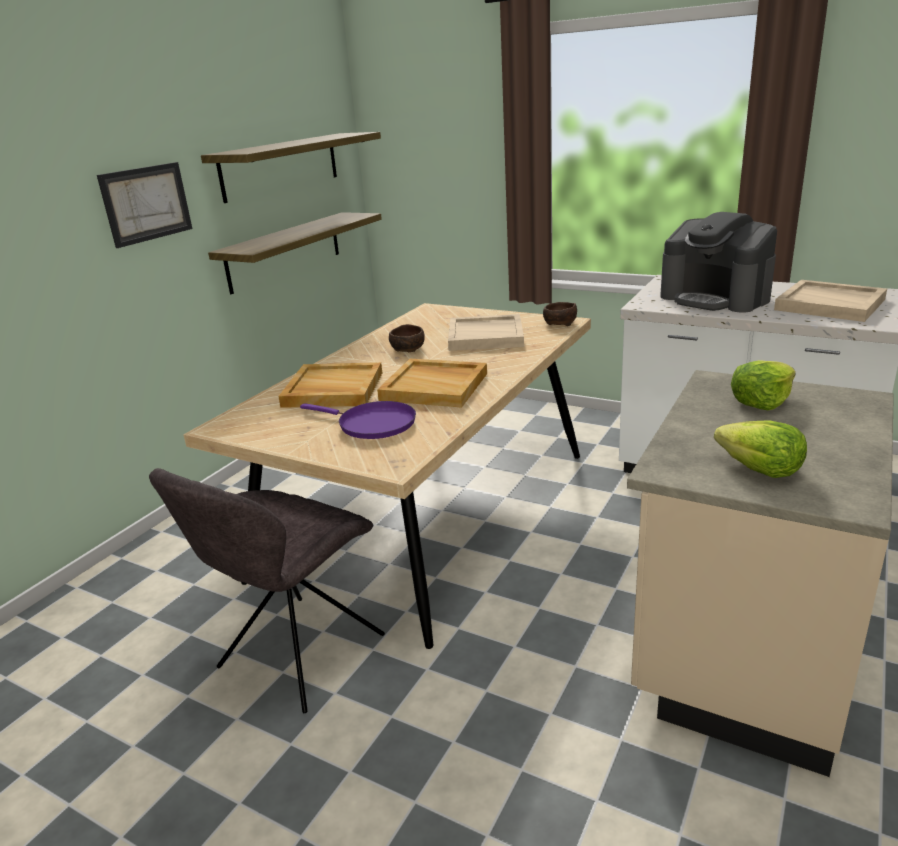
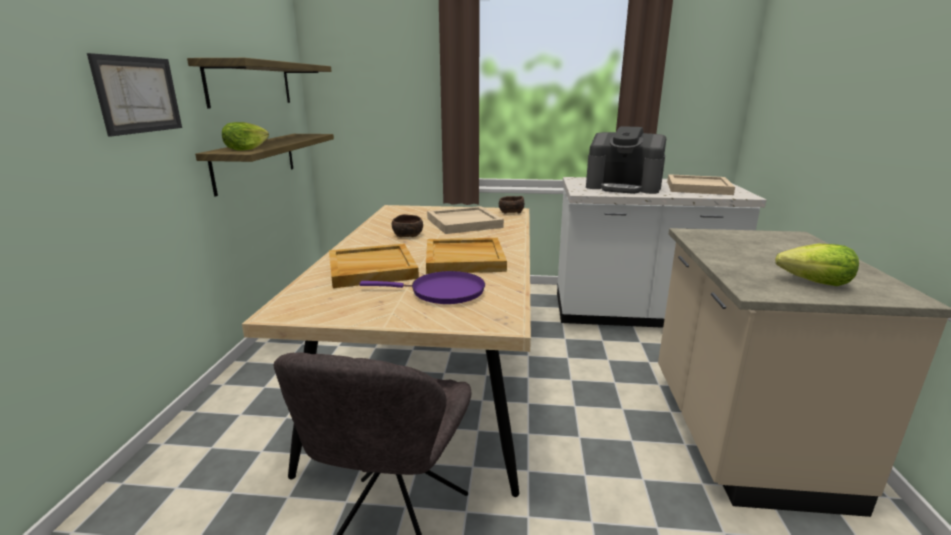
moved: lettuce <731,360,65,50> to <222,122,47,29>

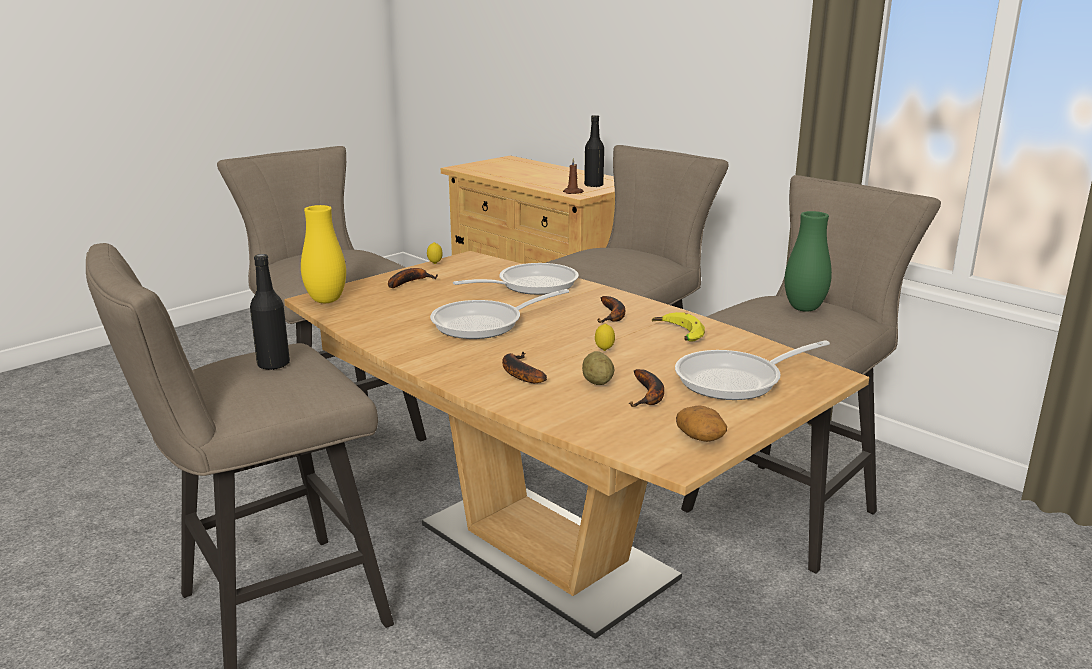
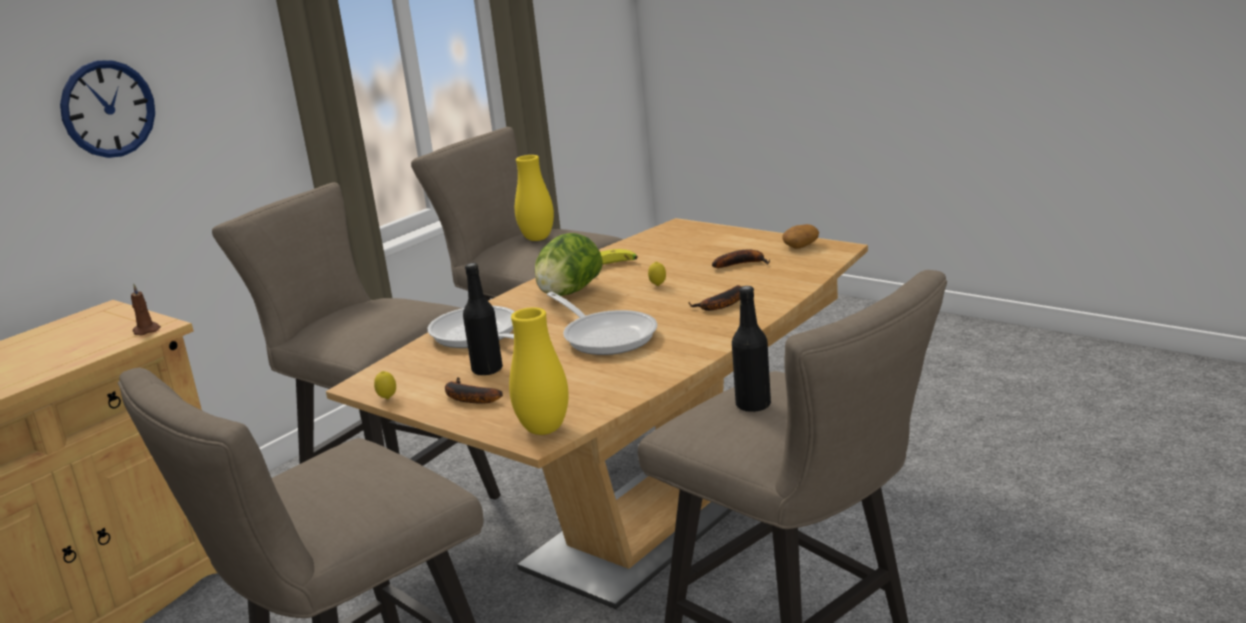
removed: frying pan <675,340,155,60>; potato <582,351,32,34>
added: wall clock <60,60,95,98>
moved: bottle/black <584,115,20,73> to <463,263,40,112>
replaced: banana <598,296,27,27> to lettuce <535,233,68,63>
recoloured: vase/green <784,211,48,101> to vase/yellow <515,155,39,86>

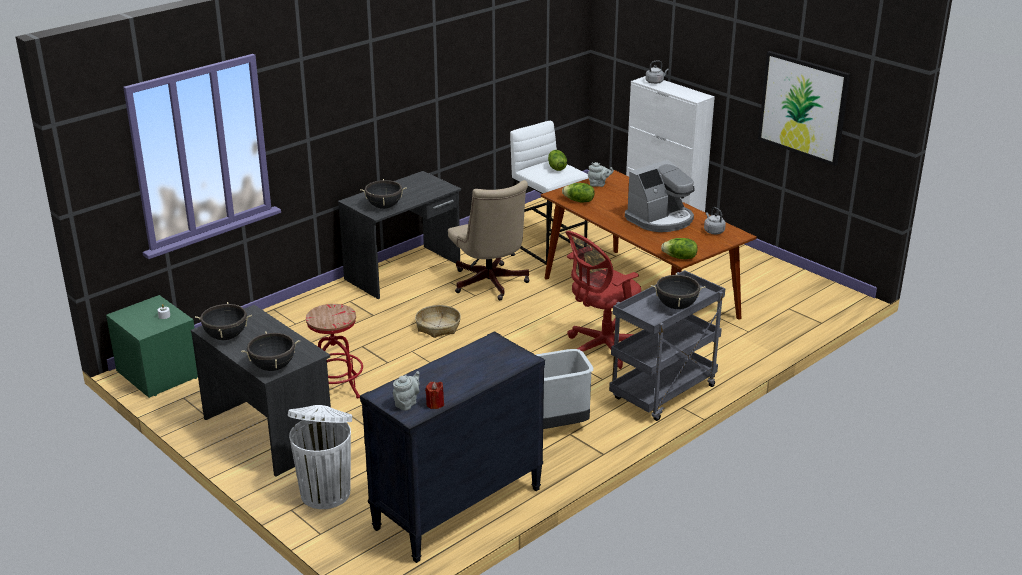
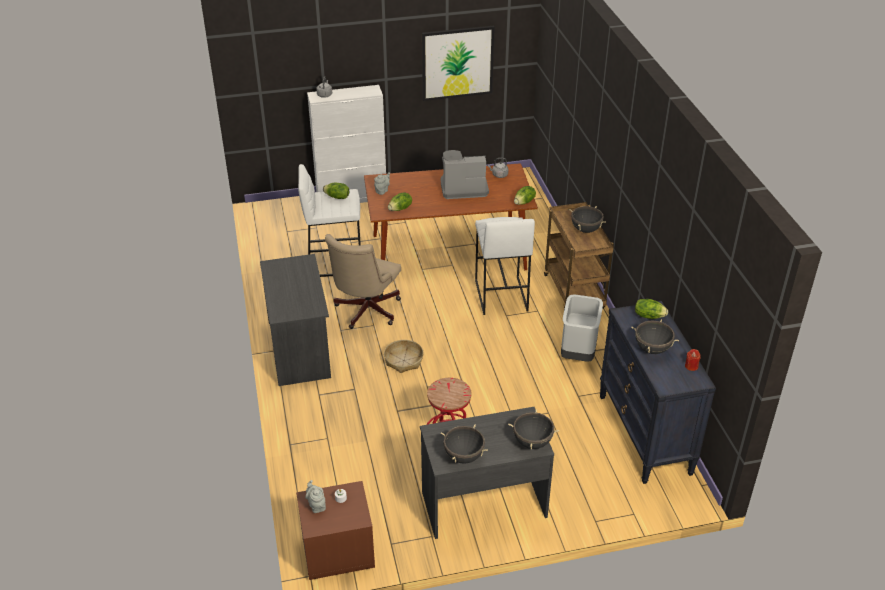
removed: trash can/white <288,405,64,104>
added: lettuce <635,299,33,20>
moved: cooking pot/black <360,179,47,30> to <631,319,48,35>; teapot/grey <393,371,27,40> to <305,480,21,33>
replaced: office chair/red <565,231,76,138> to stool/white <475,217,60,98>
recoloured: cart/grey <609,270,116,151> to cart/brown <544,202,70,107>; nightstand/green <106,295,92,103> to nightstand/brown <296,481,79,99>
turned: coffee machine <625,160,70,72> = <441,150,48,49> 90 degrees counterclockwise; office chair/beige <448,180,82,120> = <325,234,76,95> 105 degrees clockwise

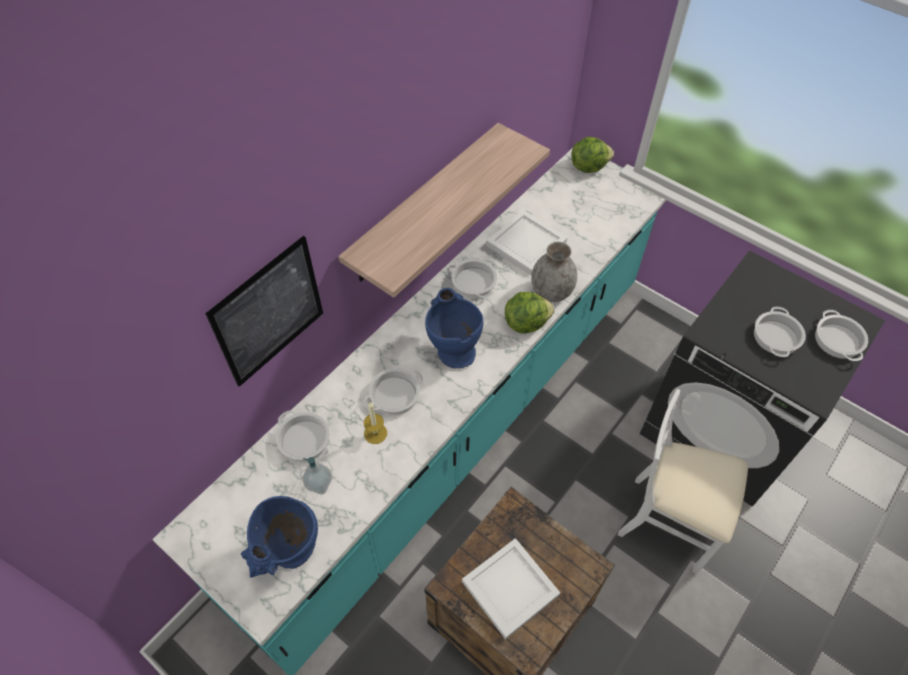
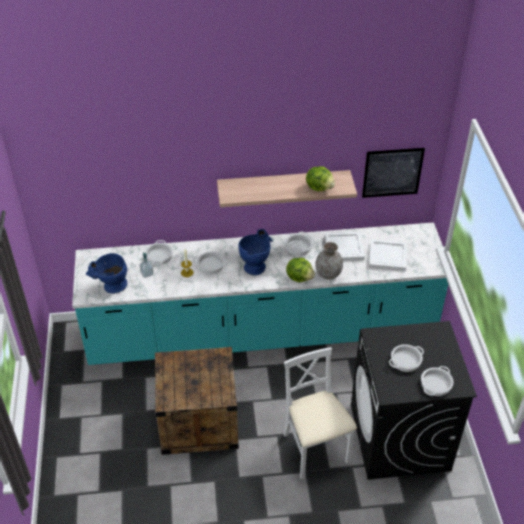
moved: lettuce <571,137,43,36> to <306,166,29,25>; picture <205,236,118,151> to <362,148,63,50>; tray/white <462,538,98,102> to <369,239,38,32>

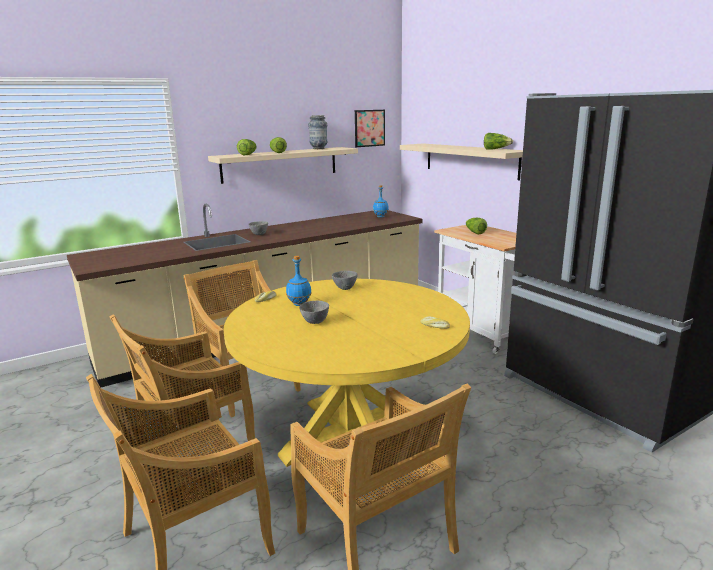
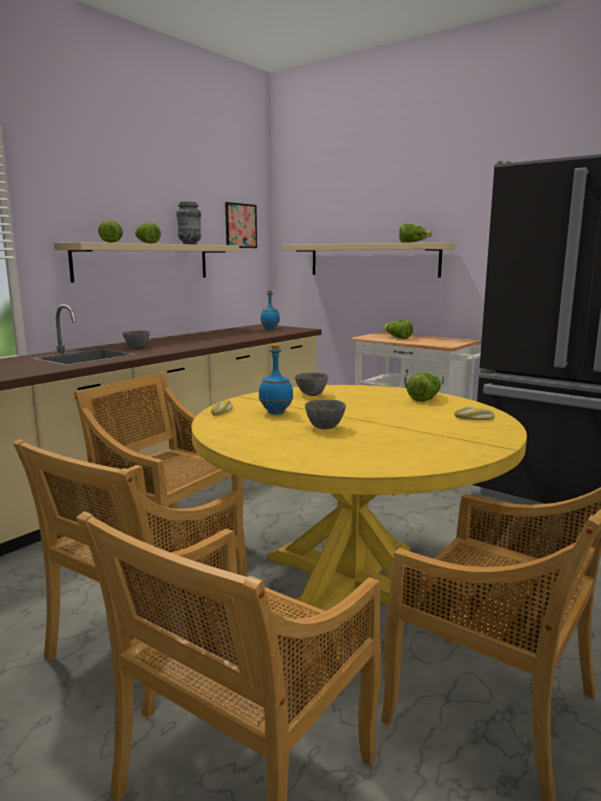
added: lettuce <407,373,34,29>

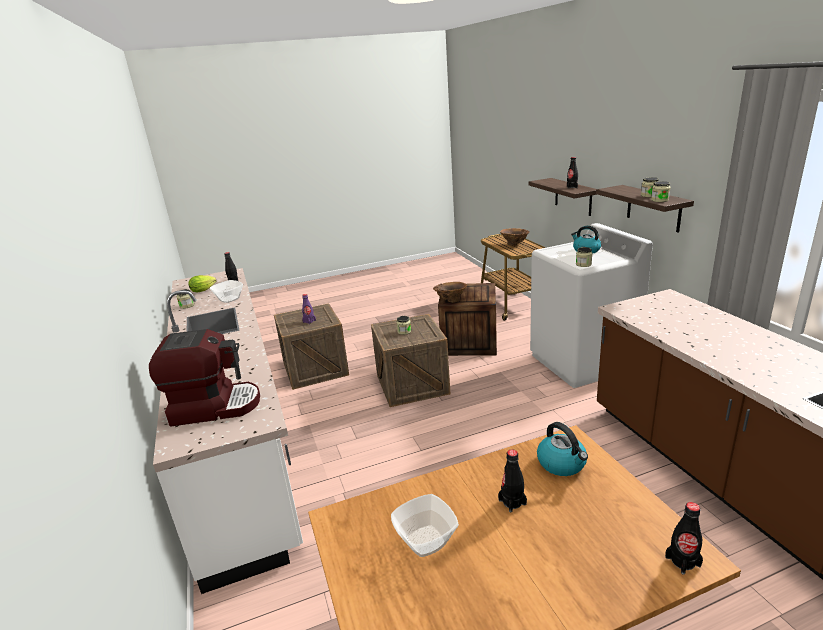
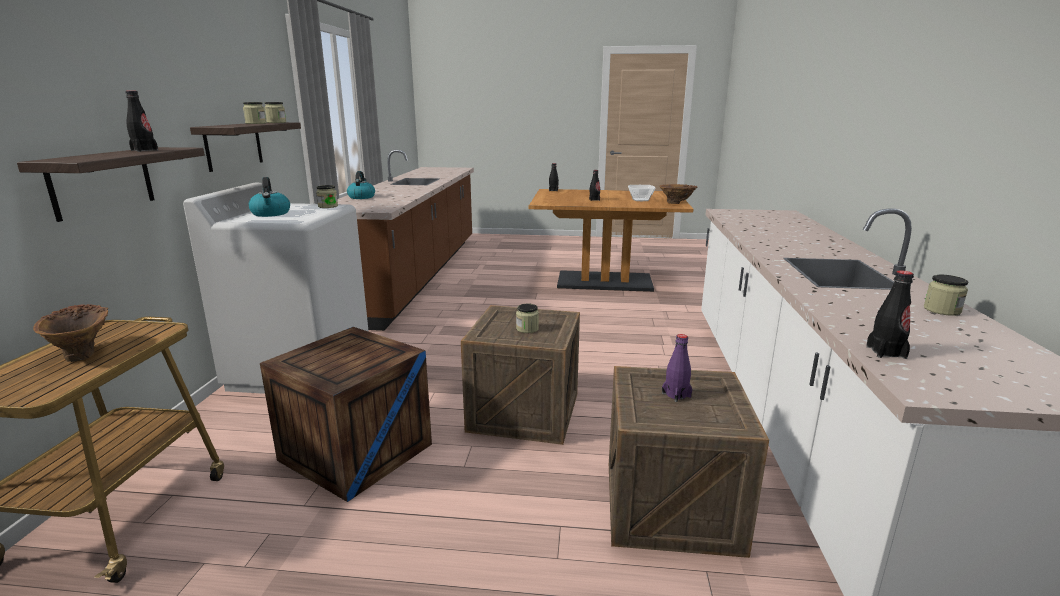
removed: lettuce <188,275,28,17>; bowl <210,280,33,23>; coffee machine <149,329,111,97>
moved: vase/brown <433,282,34,21> to <659,184,38,20>; kettle <537,422,51,54> to <347,171,28,28>

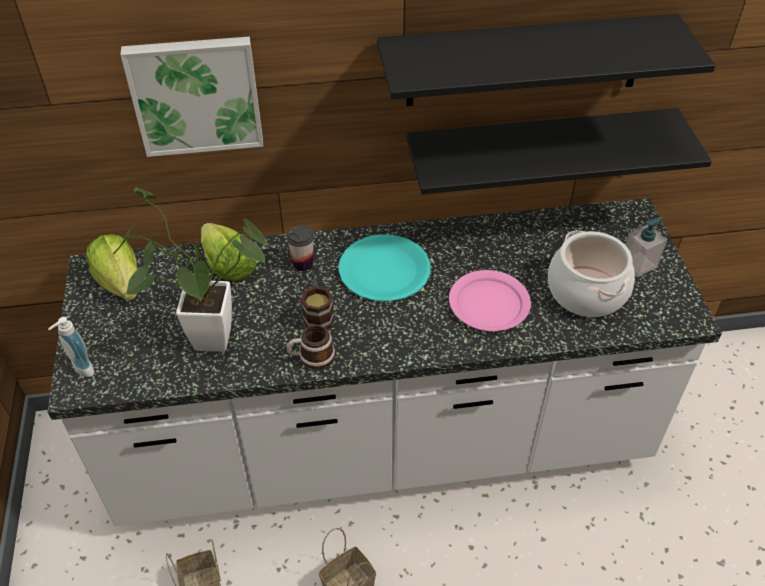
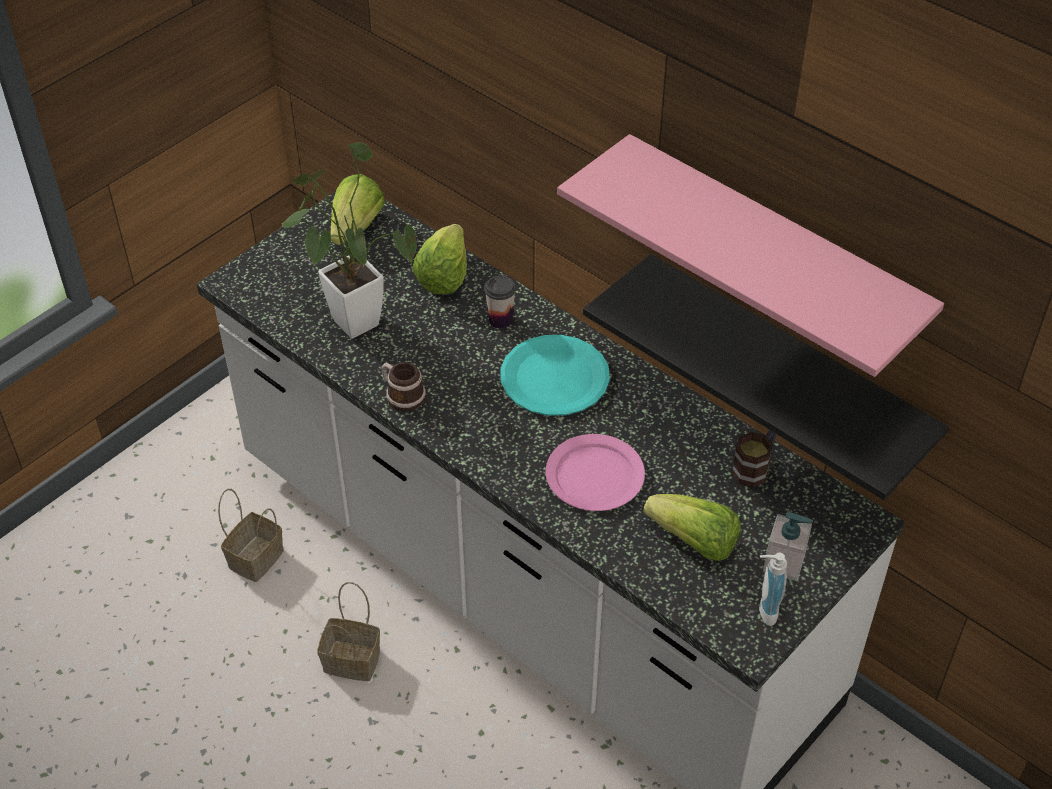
removed: picture <120,37,143,120>
moved: mug <301,280,33,50> to <732,430,44,57>; soap dispenser <48,317,46,60> to <759,553,28,73>
replaced: cooking pot <548,230,87,87> to lettuce <643,494,98,67>
recoloured: shelf/black <377,14,338,92> to shelf/pink <557,134,387,243>

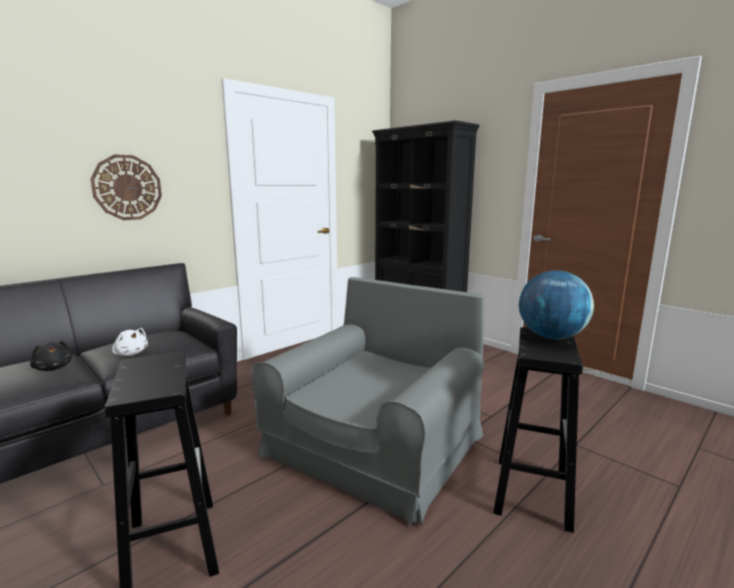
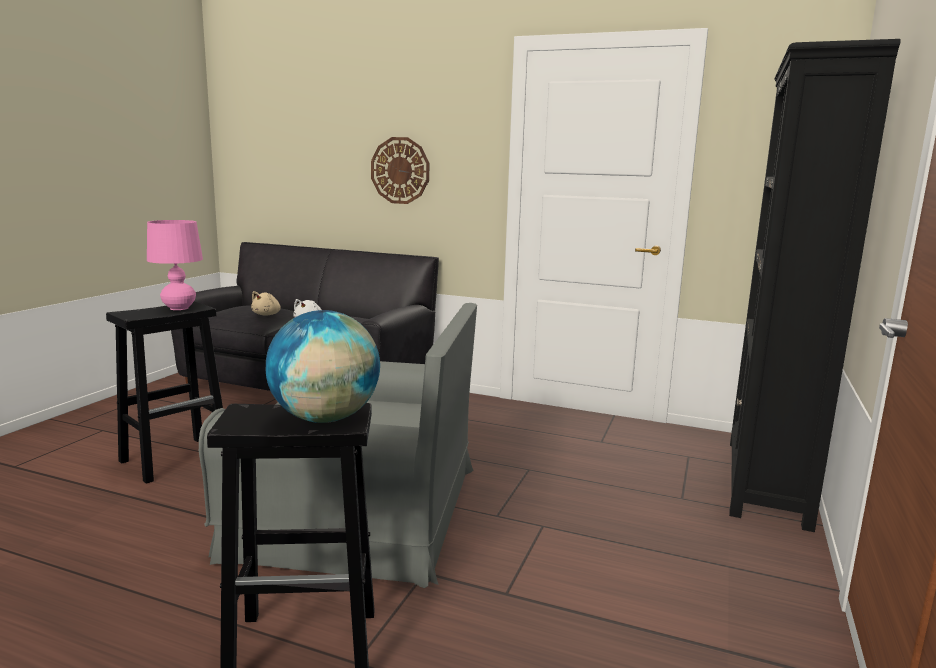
added: table lamp/pink <147,220,56,90>
recoloured: plush toy/black <30,341,42,30> to plush toy/beige <251,291,30,25>

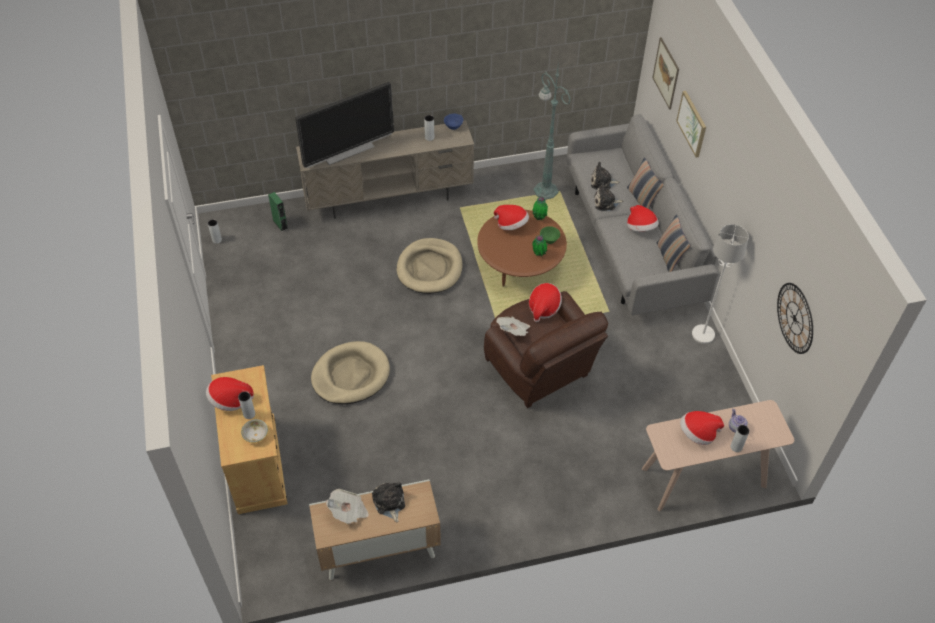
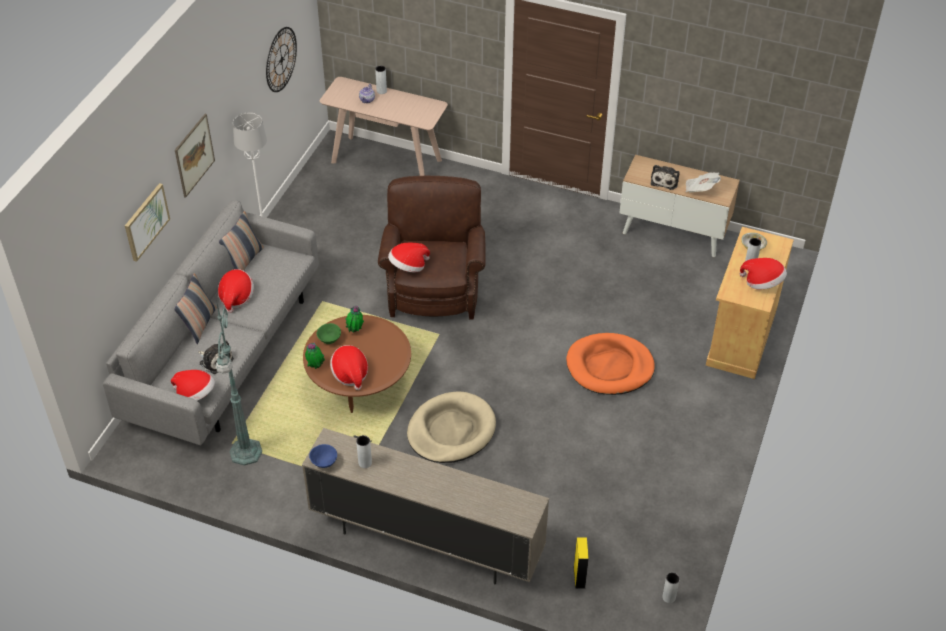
removed: television <295,82,99,86>; plush toy <594,182,29,29>; newspaper <496,317,34,19>
moved: picture <652,37,27,73> to <175,114,40,84>; hat <680,411,44,34> to <171,370,44,31>
recoloured: speaker/green <268,192,20,39> to speaker/yellow <574,537,15,52>; dog bed/beige <311,341,79,63> to dog bed/orange <566,333,89,62>

